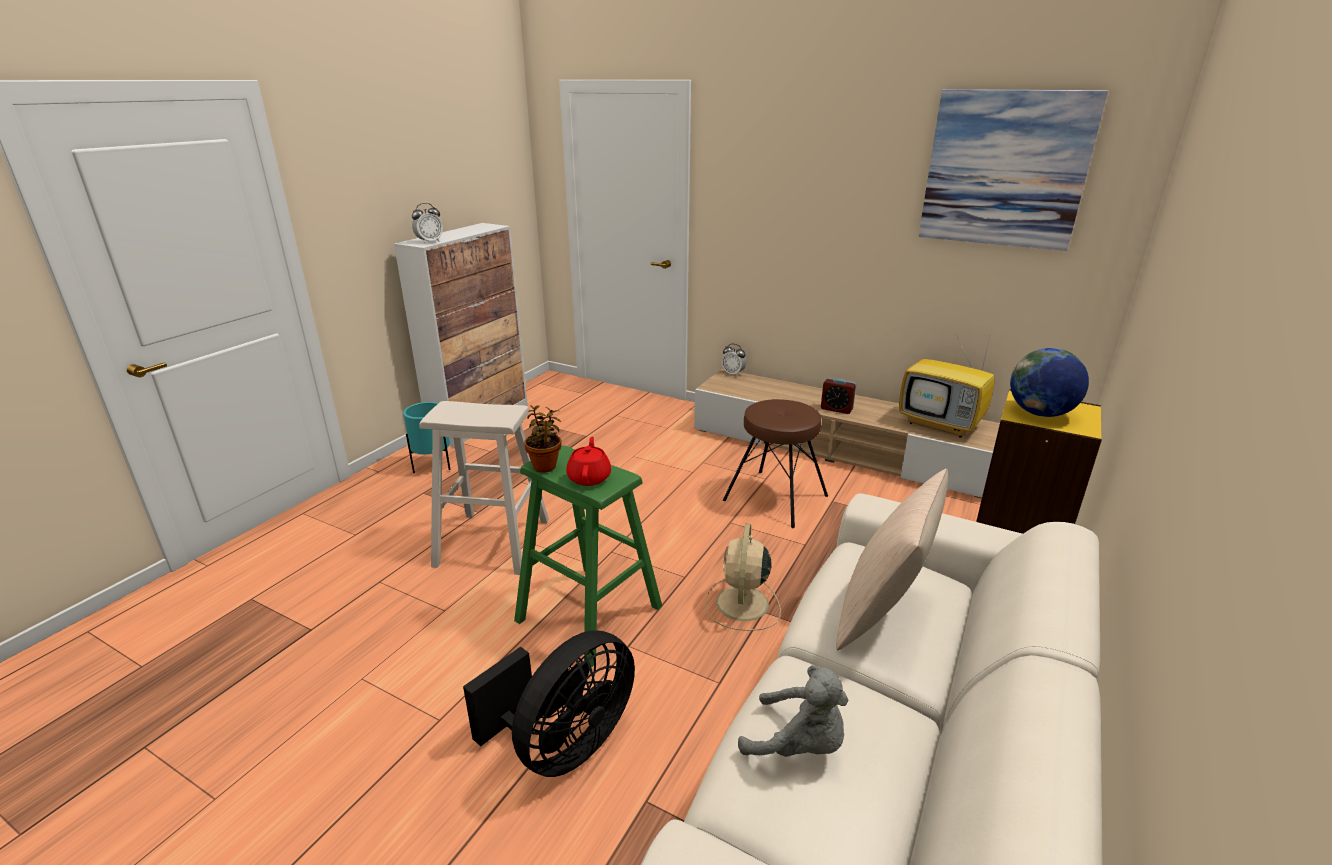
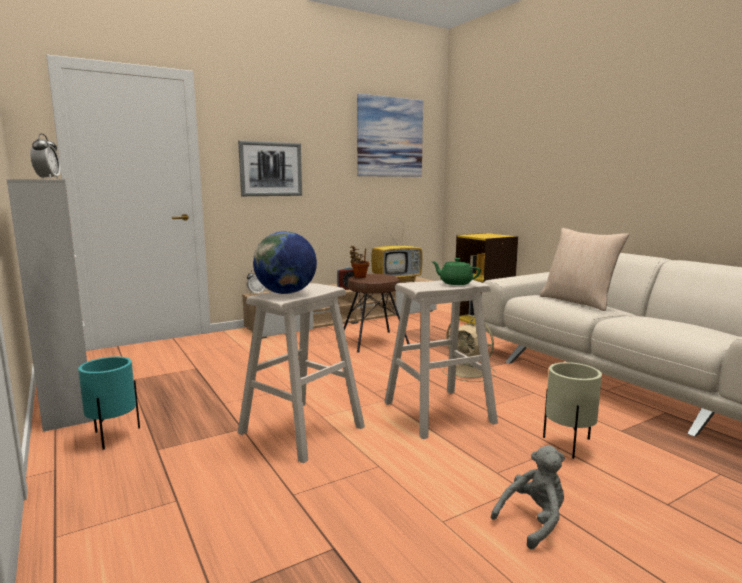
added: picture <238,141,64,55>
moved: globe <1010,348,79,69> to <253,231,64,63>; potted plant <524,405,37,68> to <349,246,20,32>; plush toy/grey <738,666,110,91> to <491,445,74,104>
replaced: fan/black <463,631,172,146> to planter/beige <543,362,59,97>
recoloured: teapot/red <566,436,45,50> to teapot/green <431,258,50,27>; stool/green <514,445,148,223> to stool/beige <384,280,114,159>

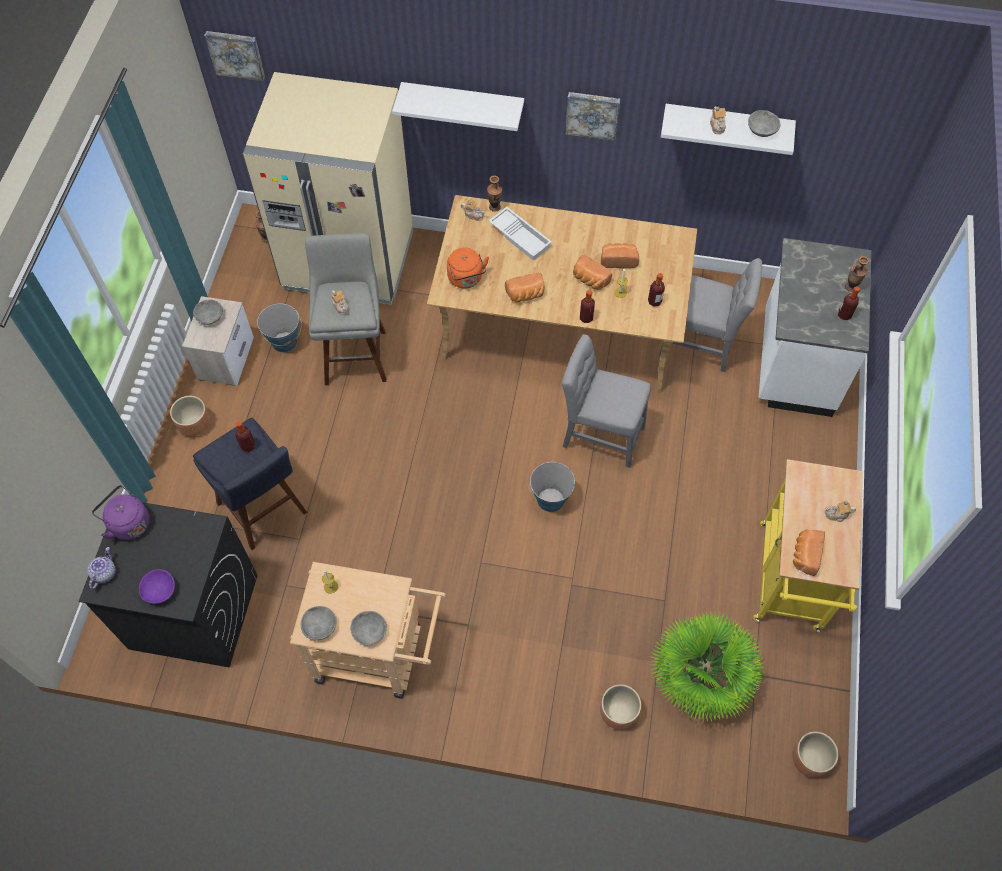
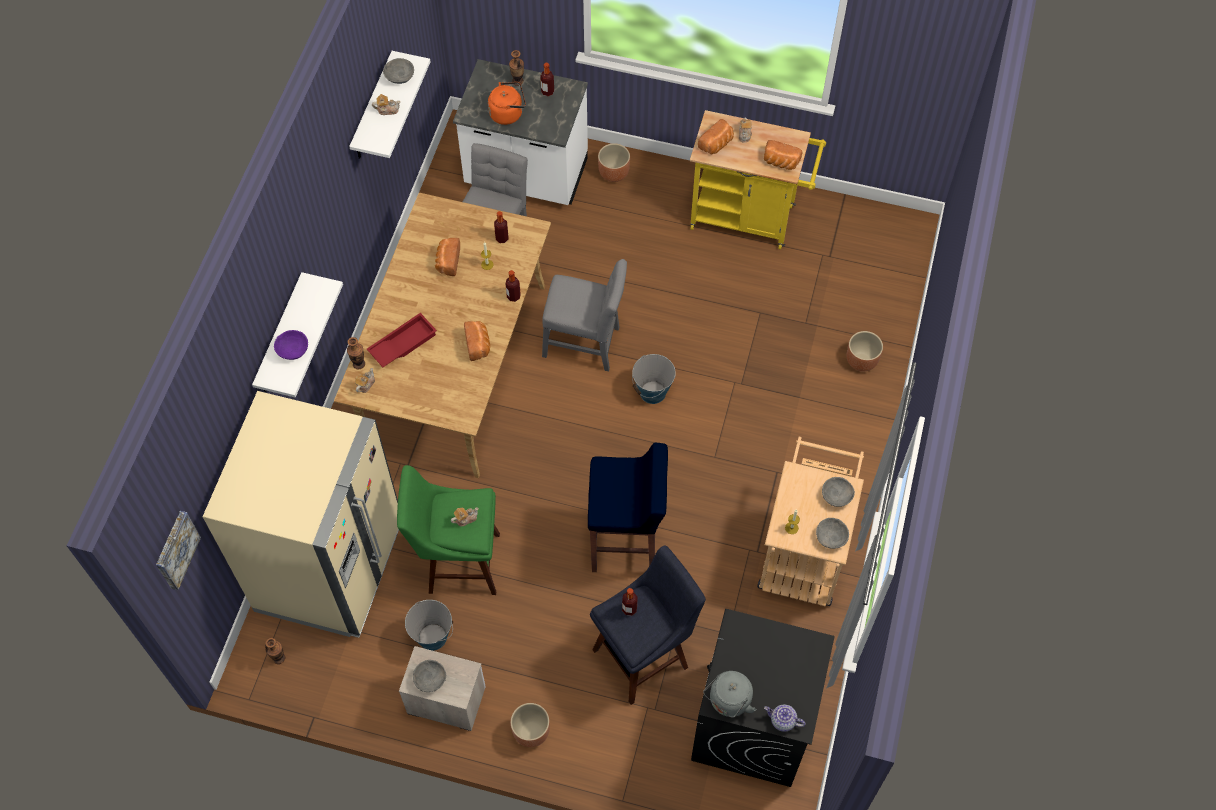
removed: picture <565,92,55,49>; potted plant <649,612,114,111>
added: stool/blue <588,443,80,129>
moved: kettle/orange <447,248,42,41> to <488,82,38,43>; bread <573,255,39,35> to <698,119,36,35>; bowl/purple <139,569,36,35> to <274,330,34,30>; planter/brown <792,731,47,46> to <598,143,32,39>
recoloured: tray/white <489,207,63,53> to tray/red <367,313,70,54>; stool/grey <305,233,81,152> to stool/green <397,465,103,130>; kettle/purple <92,485,58,55> to kettle/grey <703,671,54,47>
turned: chair/grey <562,334,89,134> = <542,259,85,112> 105 degrees counterclockwise

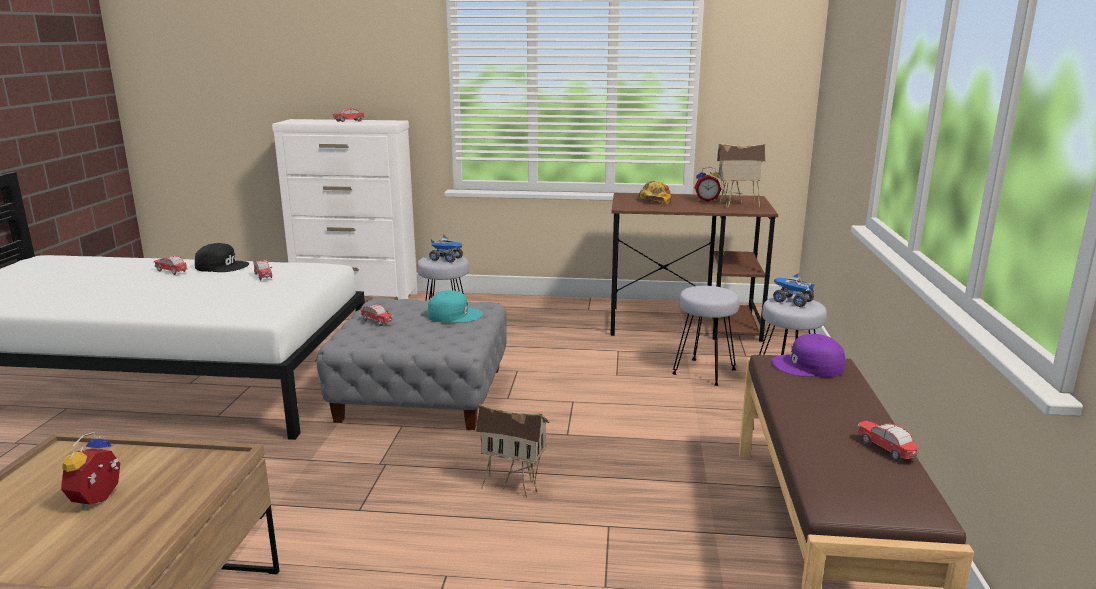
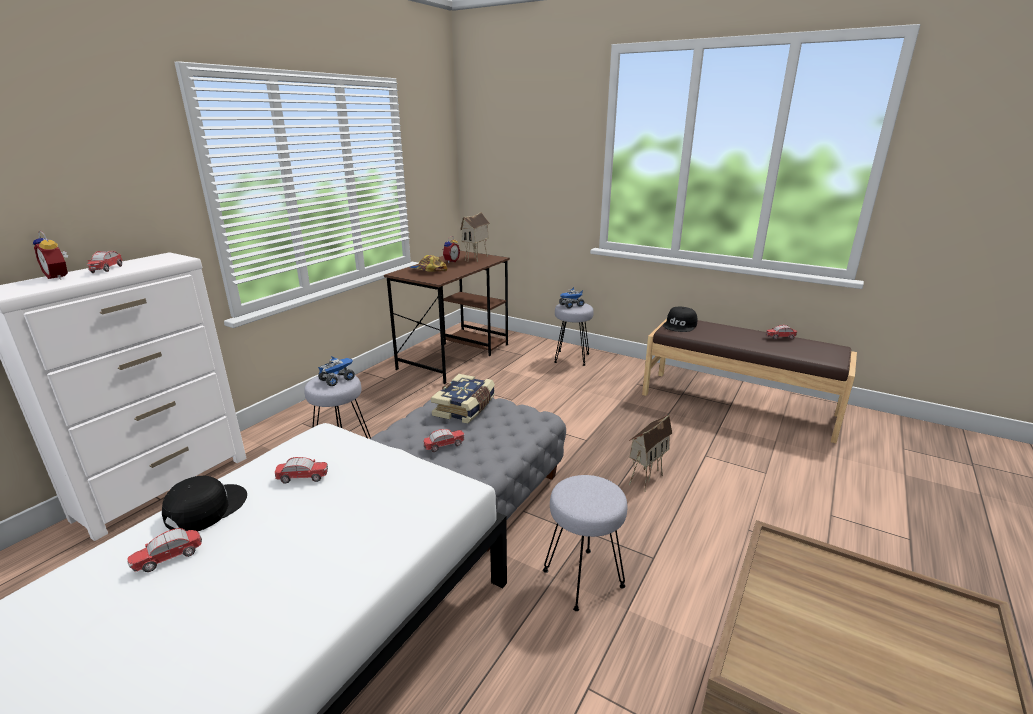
moved: stool/grey <672,286,68,100> to <543,475,84,136>; alarm clock <61,432,59,78> to <33,230,36,50>
replaced: cap/turquoise <428,290,55,33> to book <431,374,64,50>
recoloured: cap/purple <771,334,74,43> to cap/black <663,306,35,26>

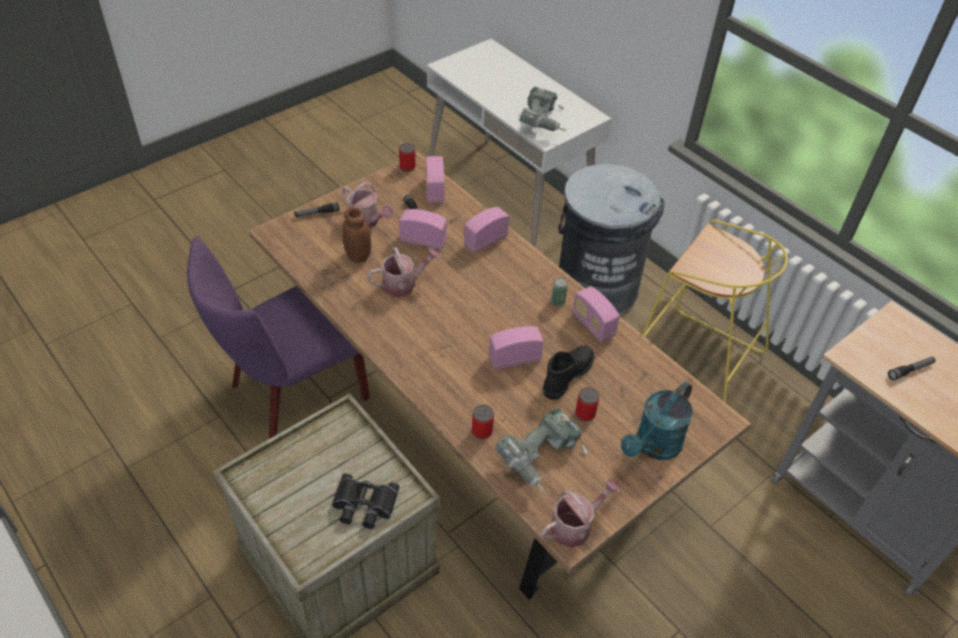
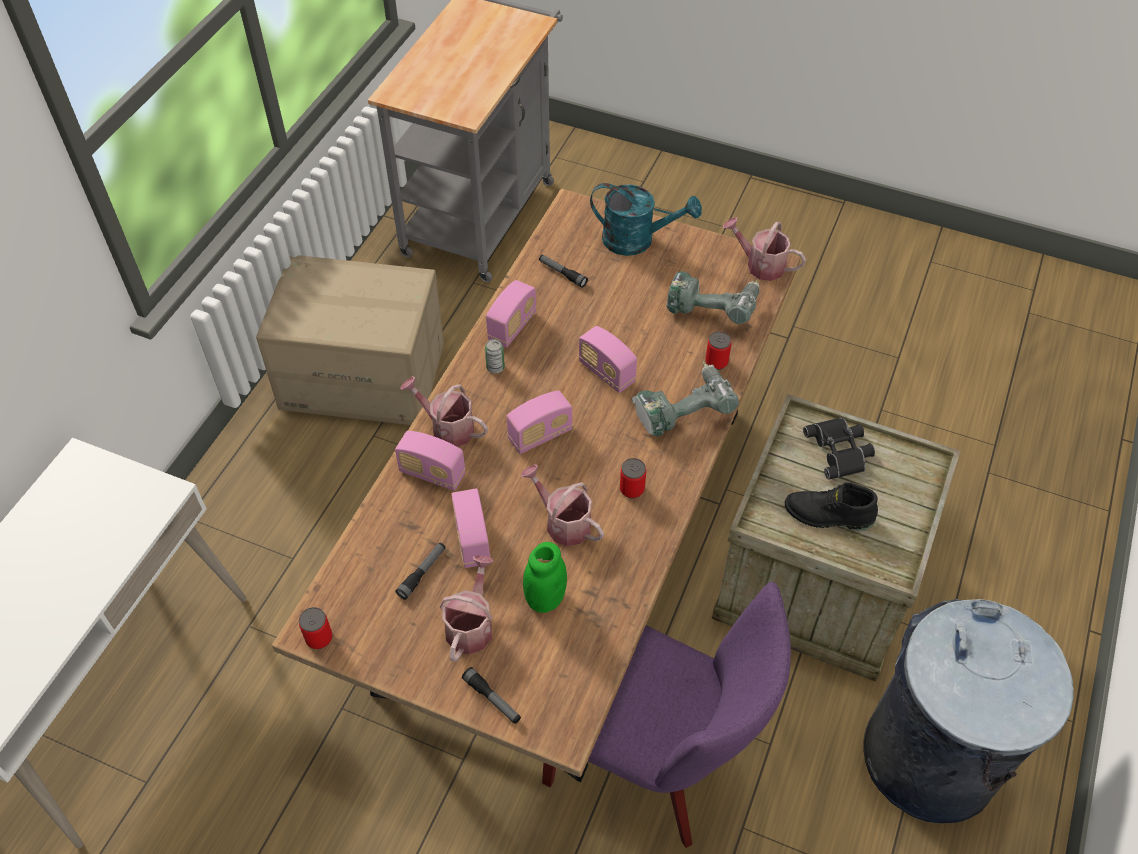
added: watering can <400,376,88,71>
moved: power drill <520,87,47,44> to <632,361,107,75>; radio <426,156,19,47> to <507,391,66,63>; trash can/grey <558,164,106,152> to <863,599,211,225>; boot/black <543,346,51,54> to <785,482,93,48>; flashlight <888,357,48,23> to <539,254,49,34>; can <575,387,24,34> to <620,458,26,41>
replaced: stool/yellow <642,220,146,183> to cardboard box <256,255,188,170>
recoloured: jar/brown <343,207,28,56> to jar/green <523,542,44,71>

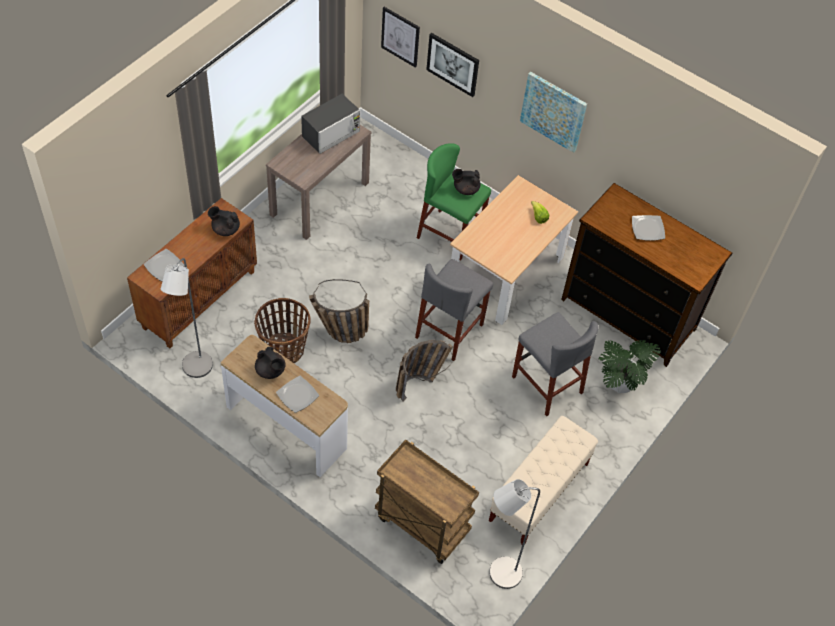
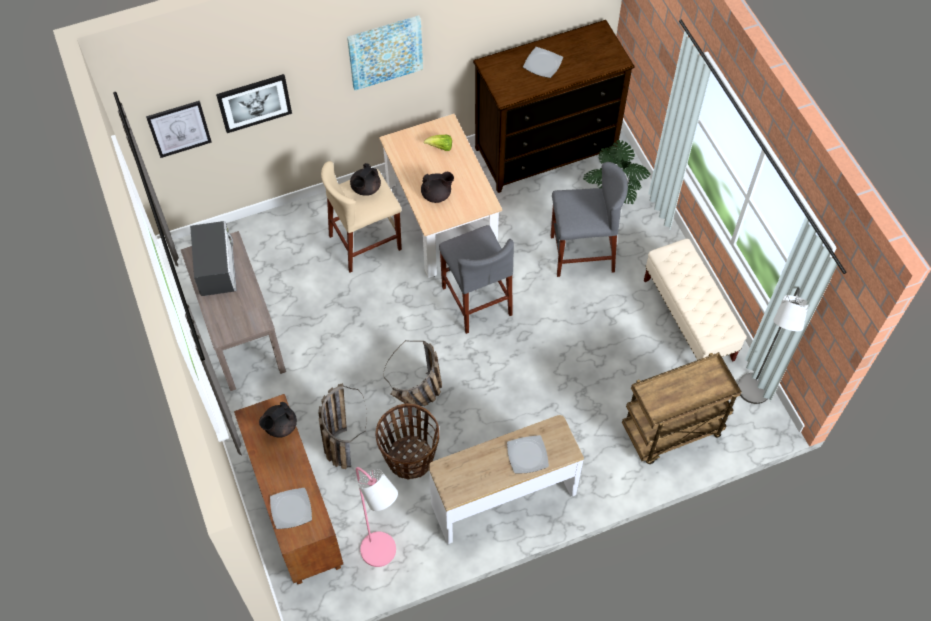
moved: basket <396,340,58,62> to <318,383,49,86>; teapot/black <255,347,31,32> to <421,172,33,31>
recoloured: stool/green <417,143,74,118> to stool/beige <321,161,81,111>; floor lamp/grey <161,258,52,120> to floor lamp/pink <356,467,42,100>

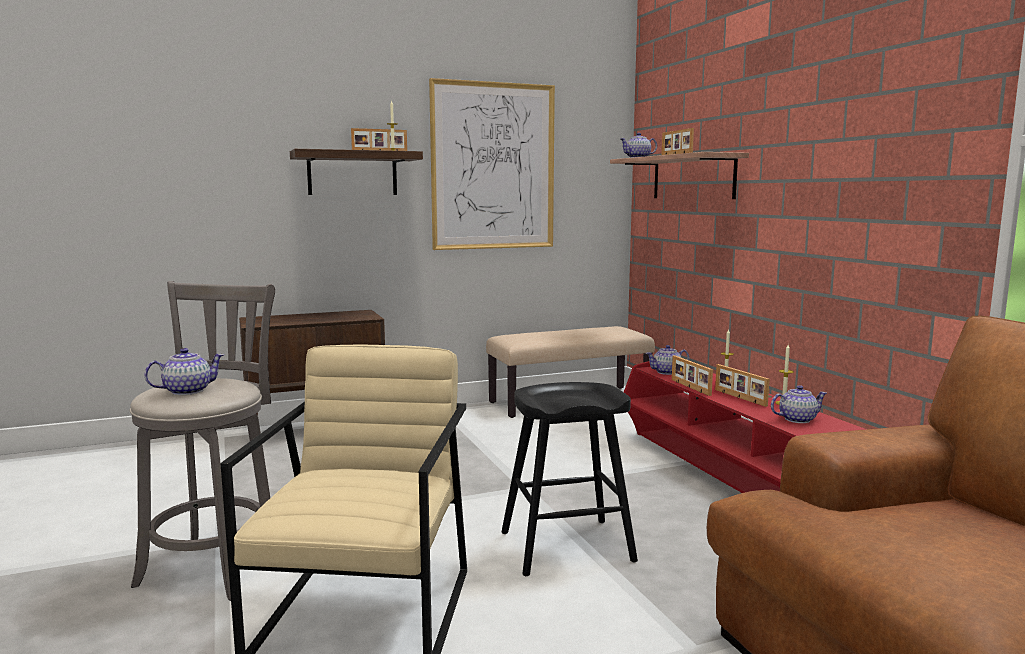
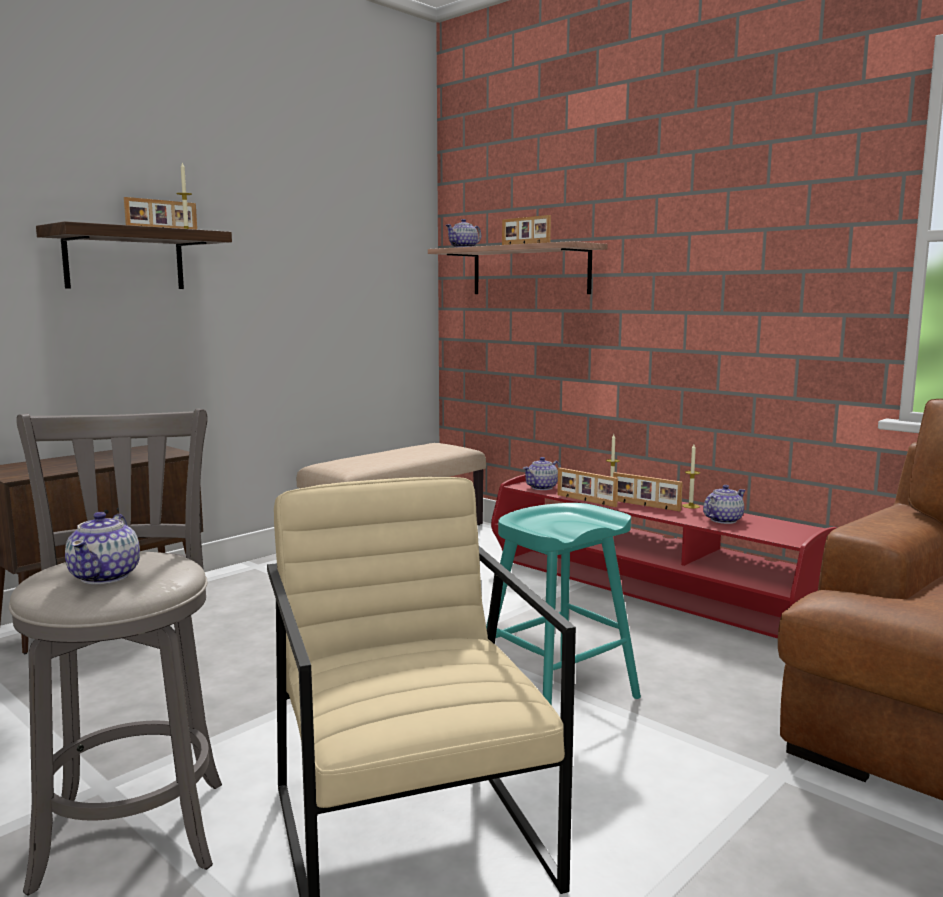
removed: picture <429,78,126,172>
recoloured: stool/black <501,382,137,194> to stool/turquoise <486,503,155,203>
turned: teapot <144,348,80,47> = <65,512,75,72> 150 degrees clockwise

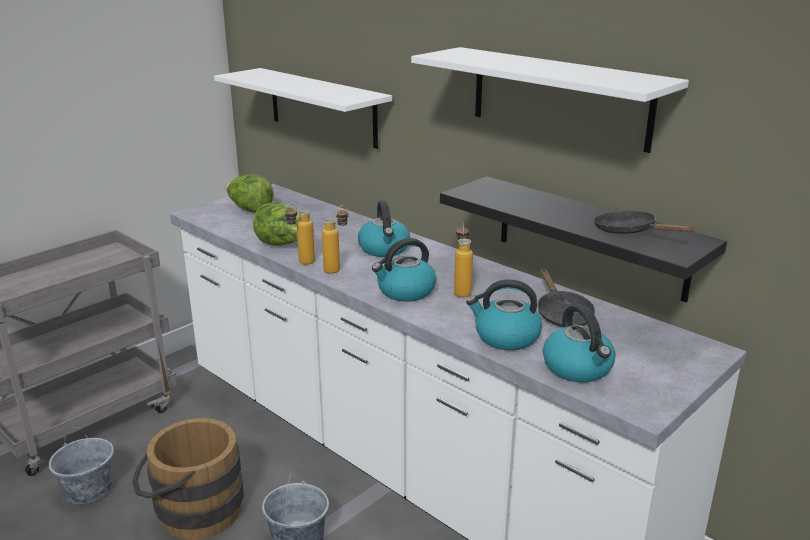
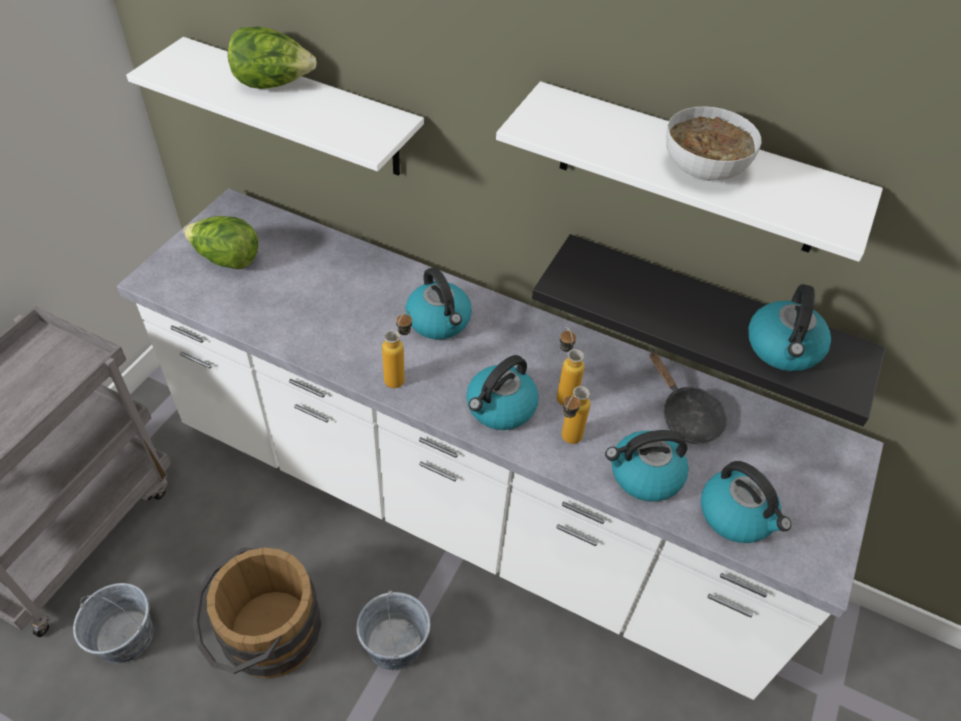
added: bowl <666,106,96,75>
moved: lettuce <253,203,61,43> to <228,26,89,63>; bottle <284,204,31,61> to <561,386,29,58>
replaced: frying pan/black <594,211,101,23> to kettle <748,284,83,87>

